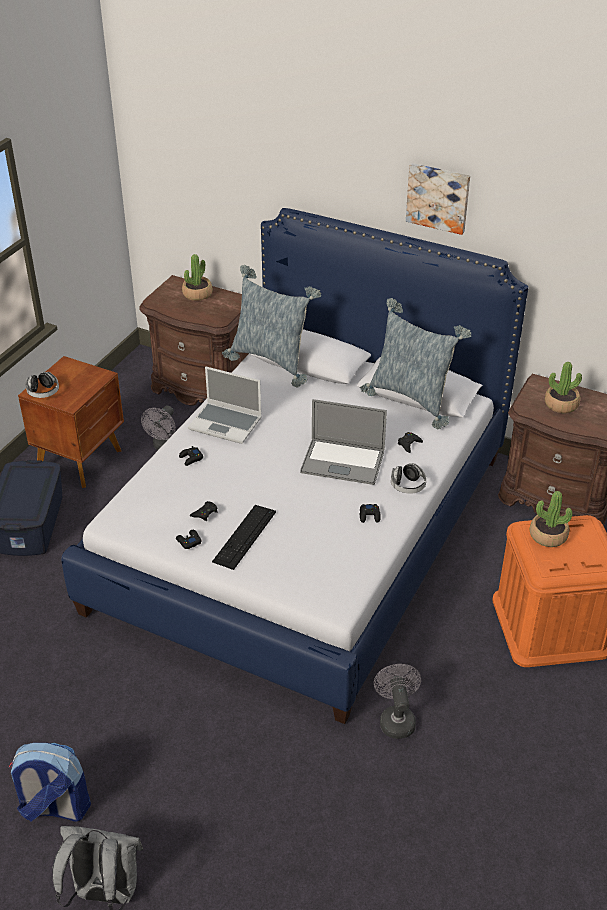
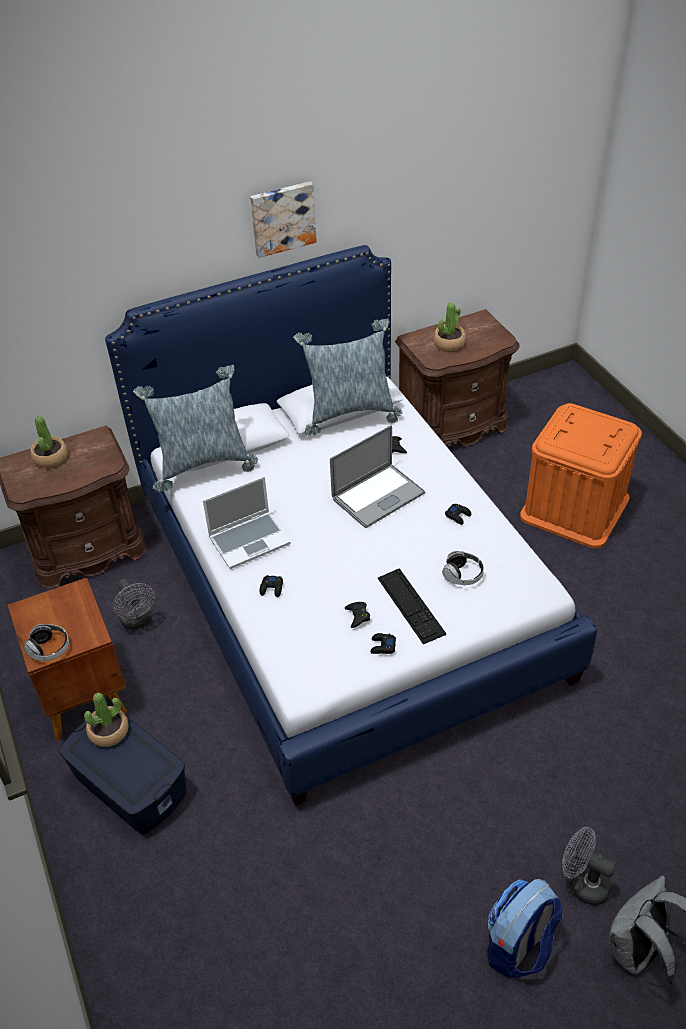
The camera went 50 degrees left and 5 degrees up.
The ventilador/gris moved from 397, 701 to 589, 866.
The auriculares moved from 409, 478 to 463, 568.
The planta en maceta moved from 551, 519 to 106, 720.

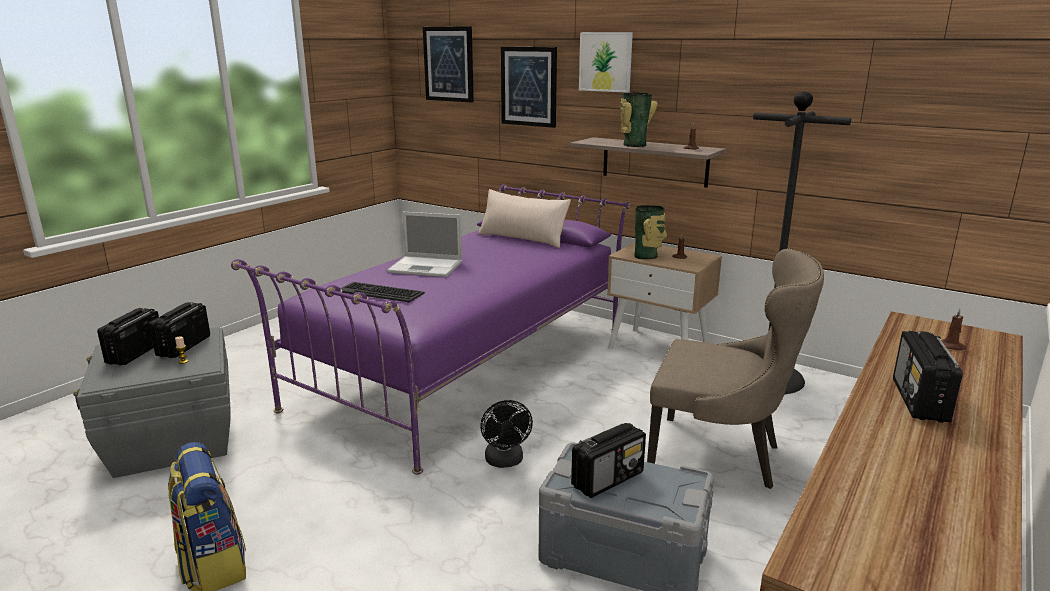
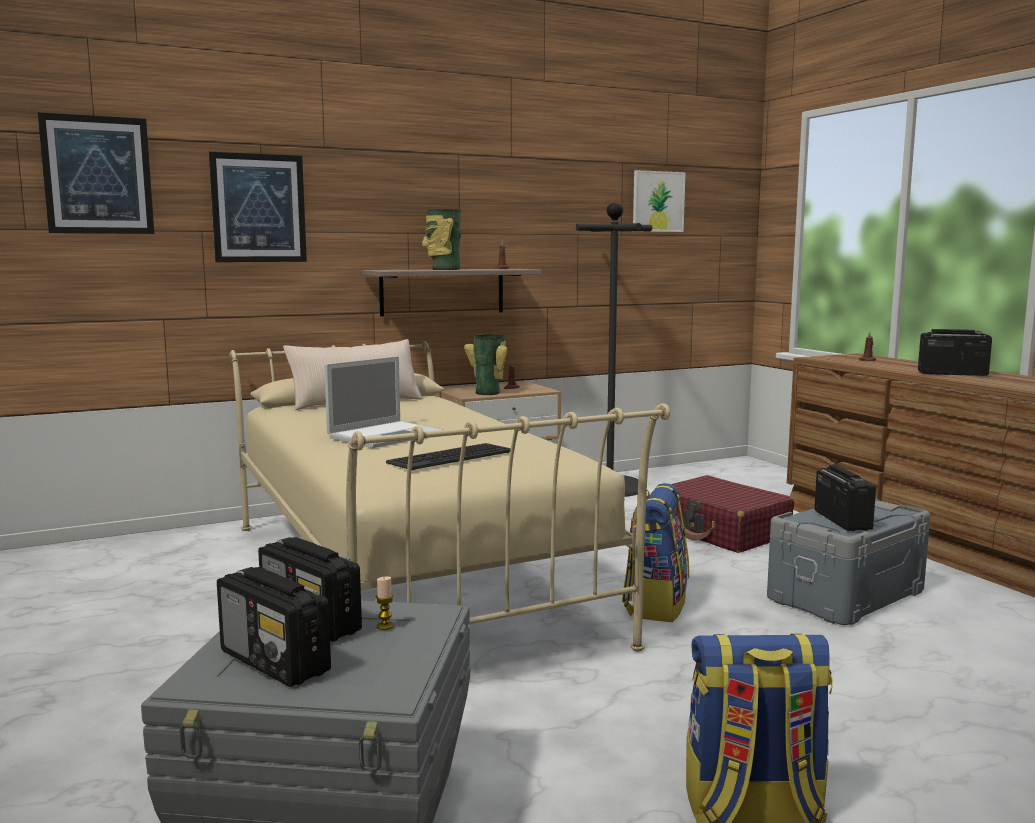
The camera went 60 degrees left and 10 degrees down.
The cuadro moved from 606, 62 to 659, 201.
The ventilador/negro at 506, 434 was replaced by the mochila at 655, 552.
The silla/beis at 735, 368 was replaced by the maleta/rojo at 732, 514.
The cama/morado at 431, 329 became the cama/beis at 449, 496.
The radio at 928, 377 turned 150 degrees clockwise.

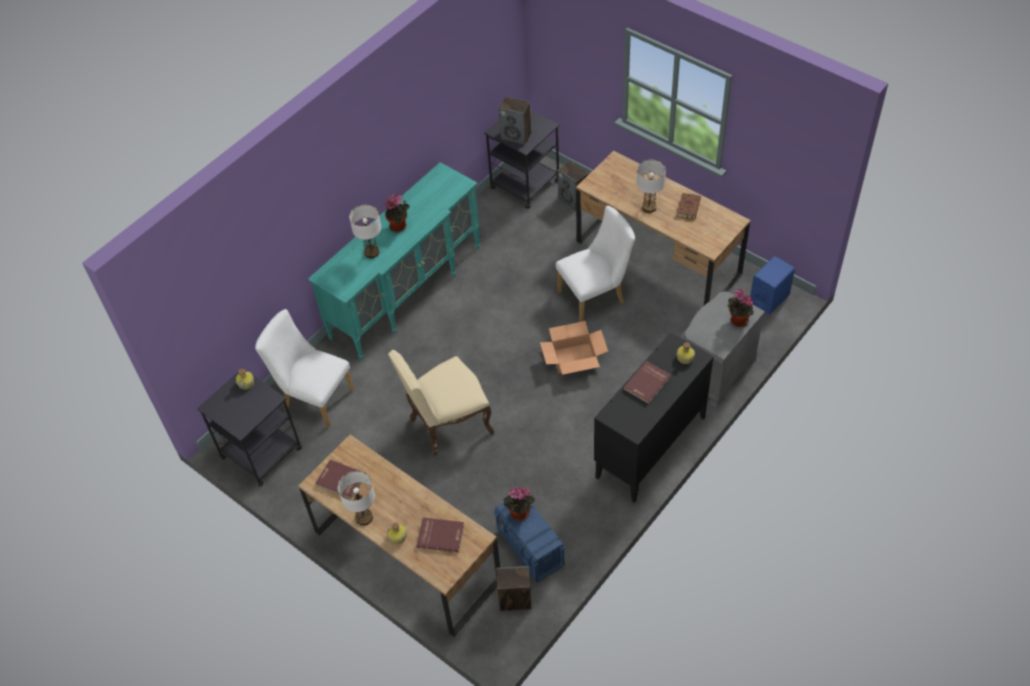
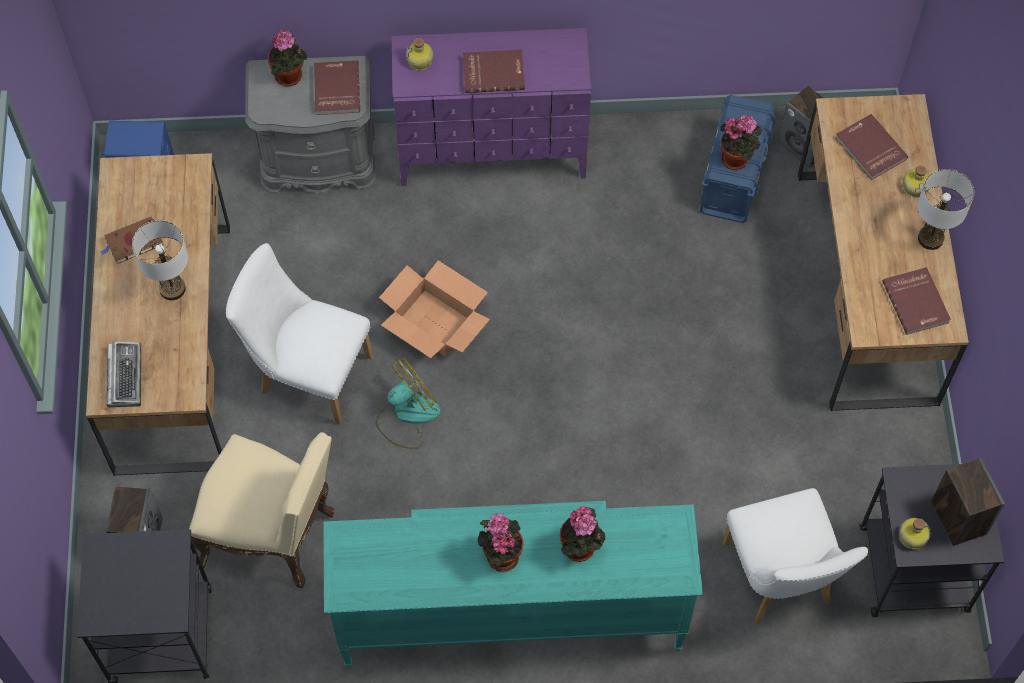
The camera went 135 degrees left and 10 degrees up.
The teclado at 123, 375 appeared.
The libro/rojo at 337, 87 appeared.
The ventilador at 408, 403 appeared.
The silla/beis moved from 441, 403 to 262, 510.
The altavoz moved from 515, 120 to 968, 501.
The lámpara de mesa at 365, 231 was replaced by the planta en maceta at 582, 534.
The cómoda/negro at 654, 418 became the cómoda/morado at 491, 107.

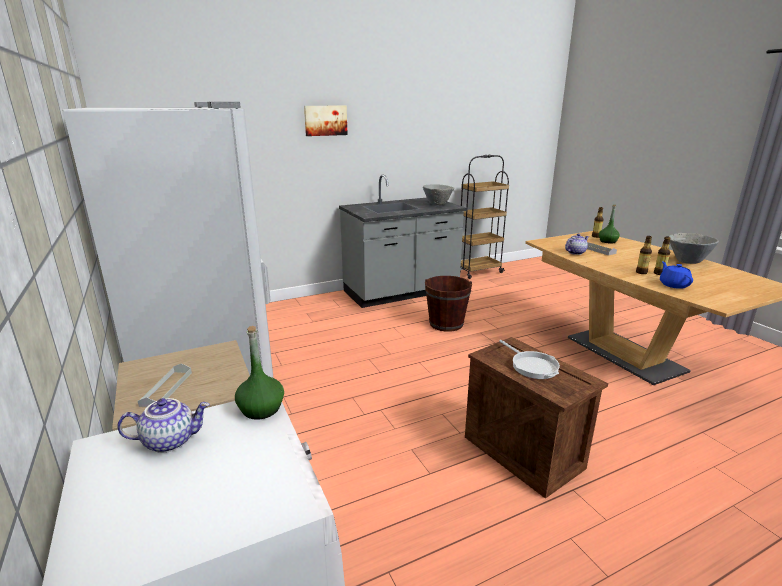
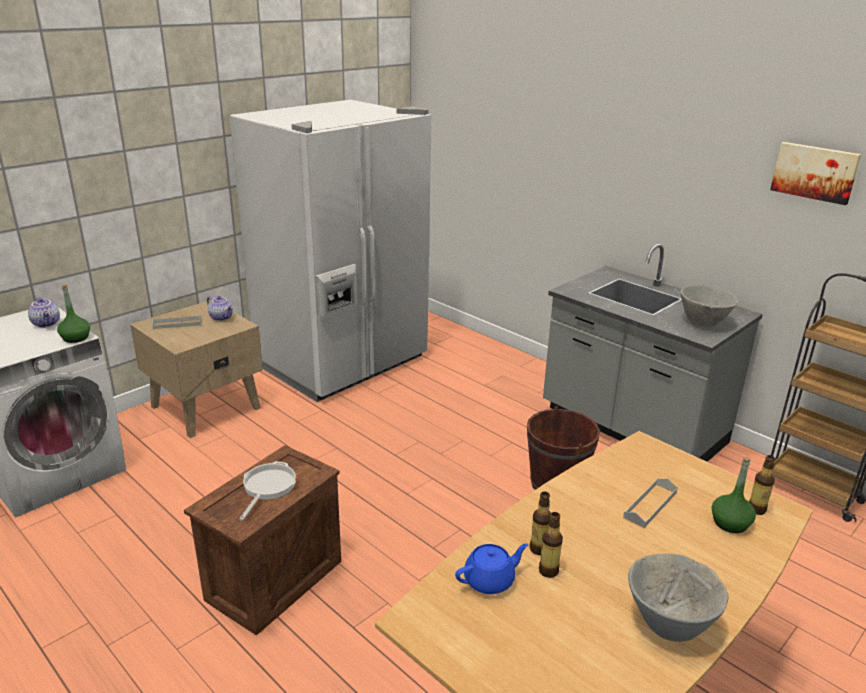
The camera went 70 degrees right and 5 degrees up.
The cuadro moved from 326, 121 to 815, 173.
The tetera moved from 577, 244 to 220, 308.
The sartén at 529, 359 turned 150 degrees clockwise.

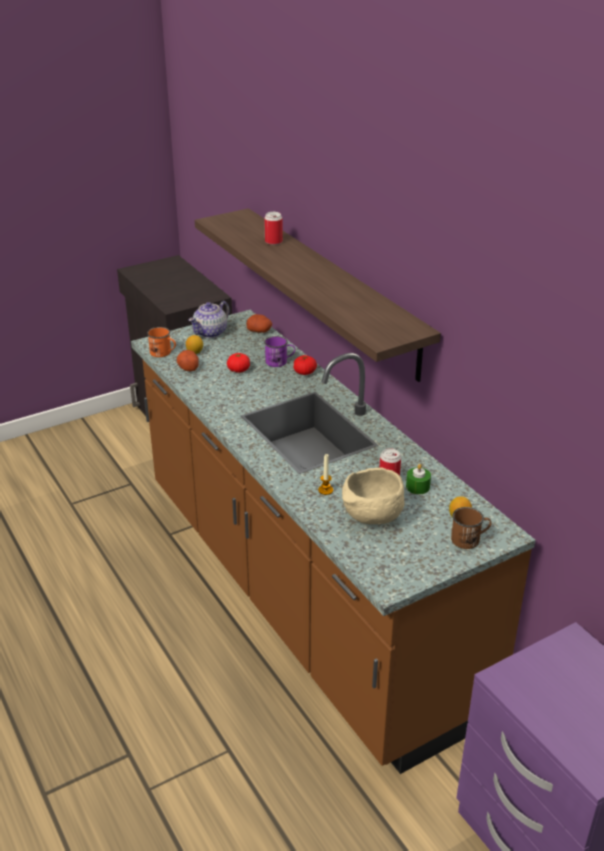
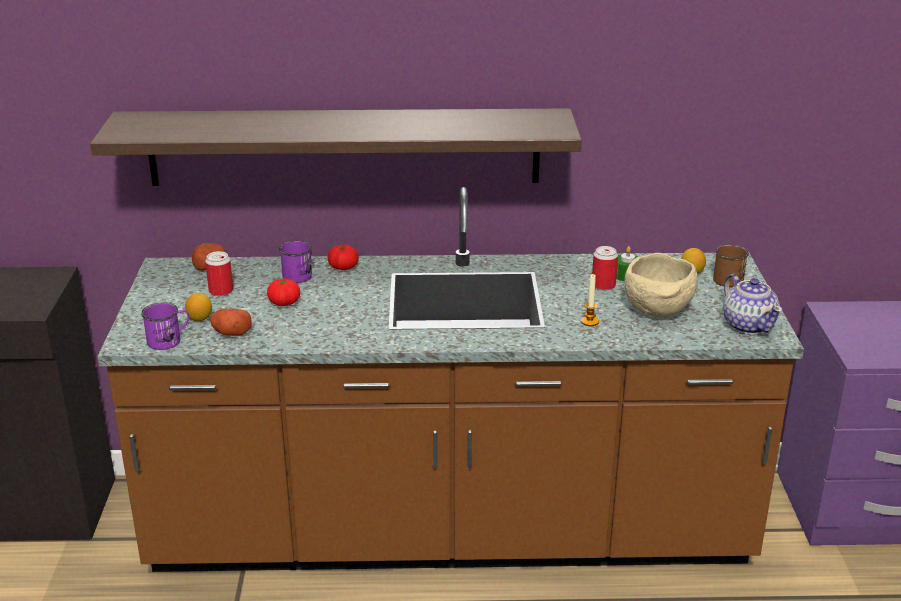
The camera went 60 degrees left and 5 degrees down.
The tetera moved from 209, 319 to 753, 304.
The lata moved from 273, 228 to 219, 273.
The taza grande/naranja at 161, 342 became the taza grande/morado at 165, 326.

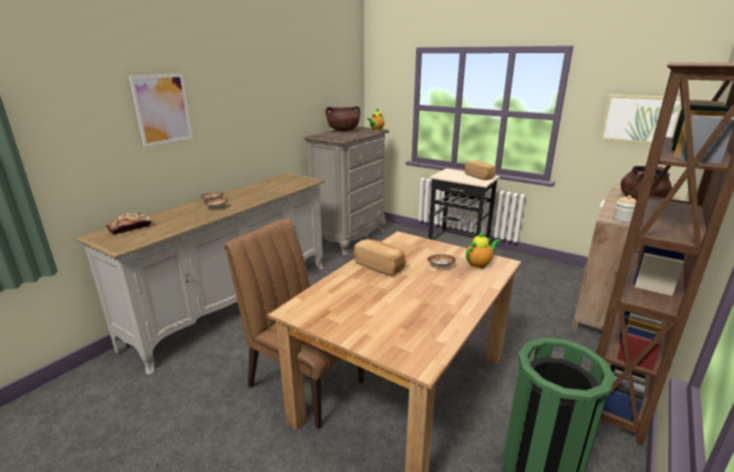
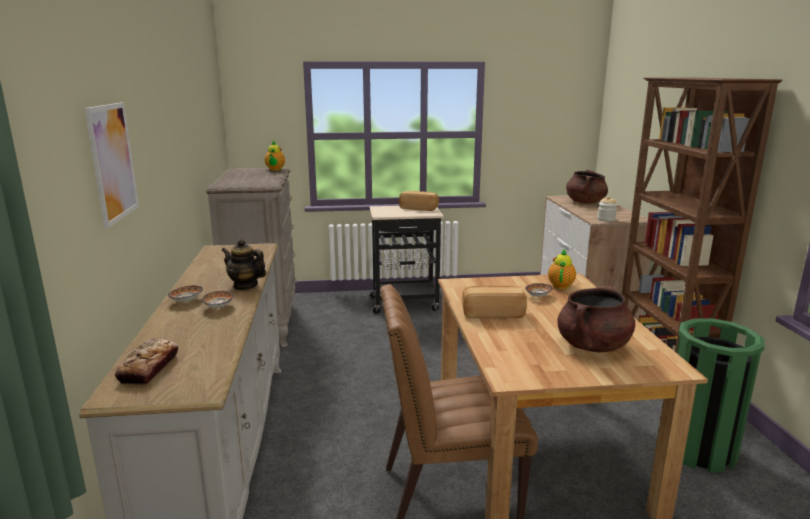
The camera went 40 degrees left and 5 degrees down.
The cuadro at 640, 119 disappeared.
The tetera at 243, 264 appeared.
The olla/marrón moved from 342, 118 to 596, 319.

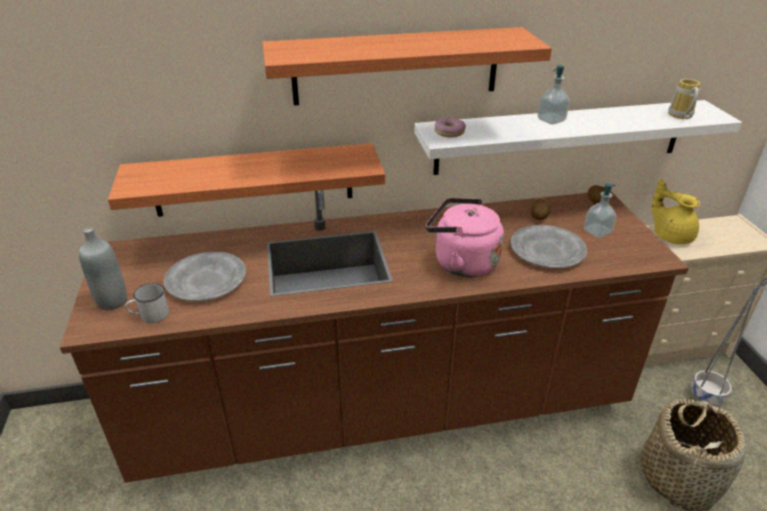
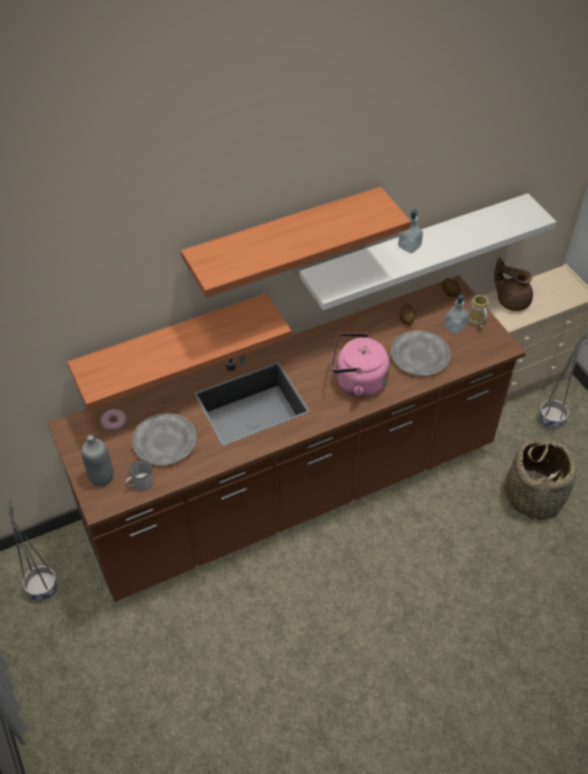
The camera went 15 degrees left and 15 degrees up.
The maceta/gris at 31, 550 appeared.
The rosquilla moved from 450, 128 to 113, 420.
The taza grande moved from 684, 99 to 478, 311.
The tetera/amarillo at 676, 211 became the tetera/marrón at 513, 284.

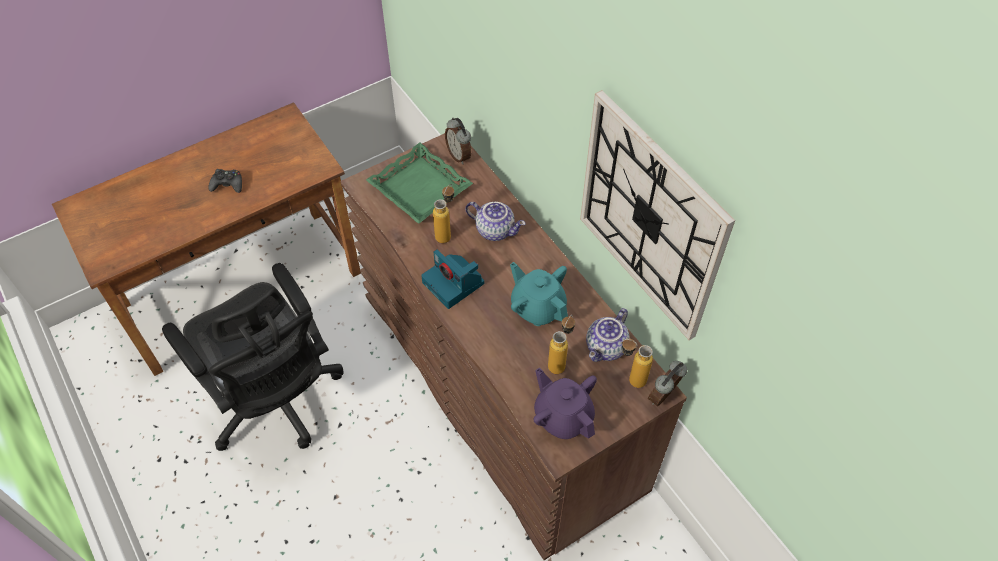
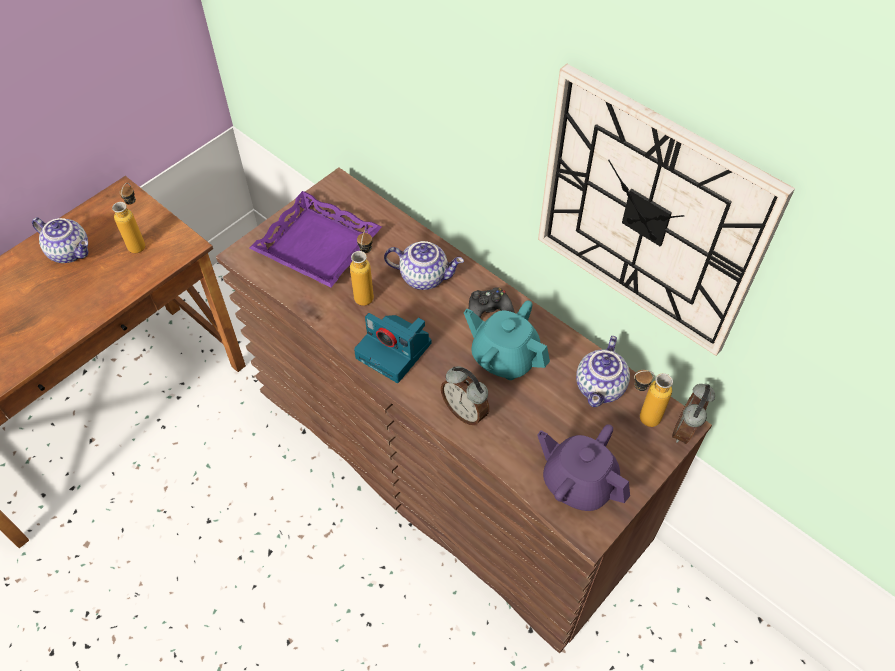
The camera went 15 degrees left and 0 degrees up.
The silla de oficina at 253, 357 disappeared.
The tetera at 60, 240 appeared.
The mando de consola/negro moved from 225, 181 to 492, 302.
The despertador moved from 458, 141 to 465, 395.
The botella moved from 561, 344 to 128, 218.
The bandeja/verde at 419, 183 became the bandeja/morado at 315, 239.

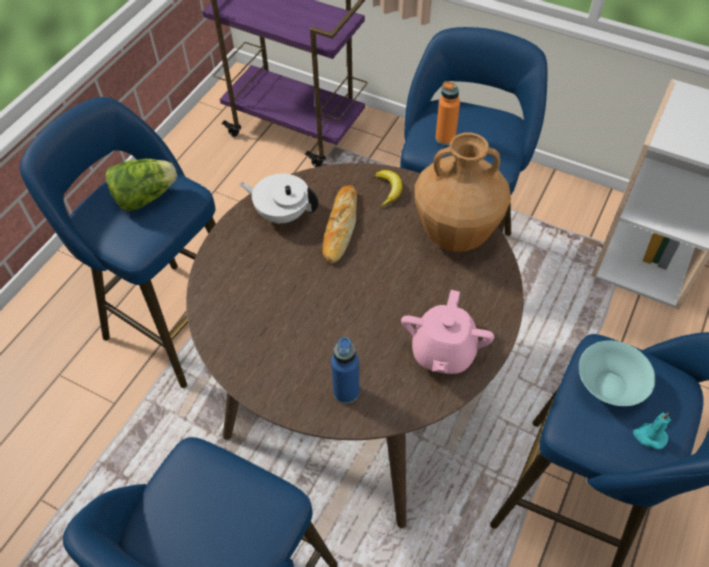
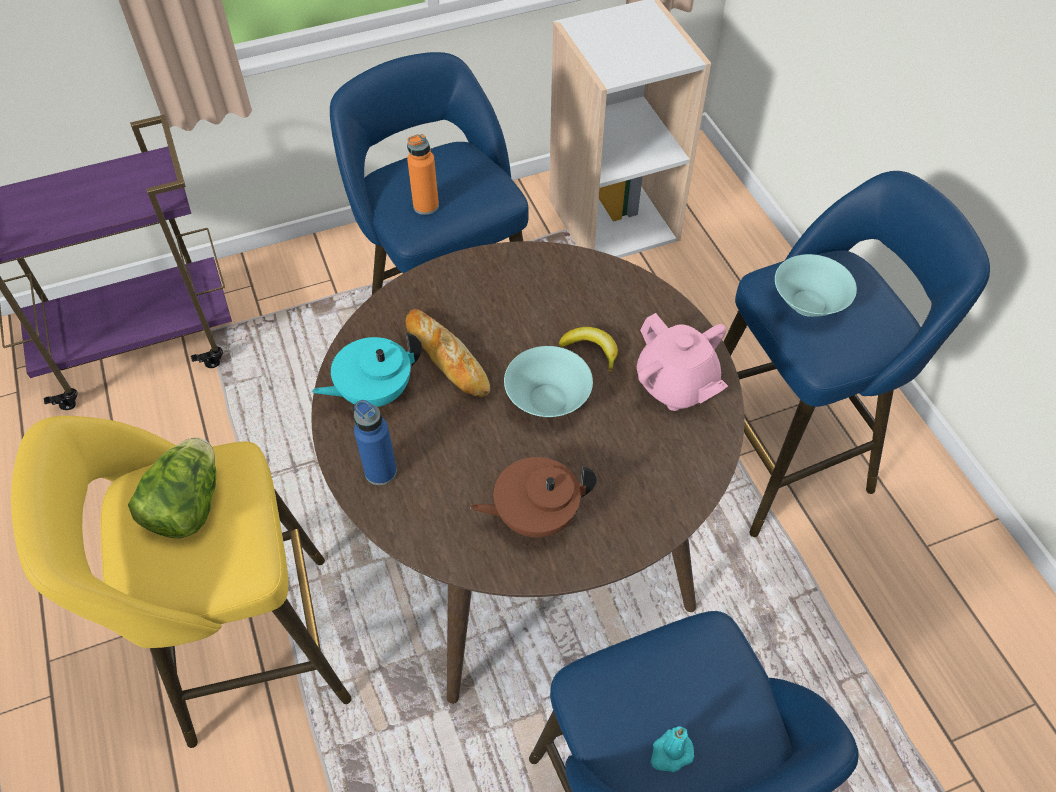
The camera went 50 degrees left and 0 degrees up.
The florero/marrón at 462, 192 disappeared.
The tetera/marrón at 533, 497 appeared.
The cuenco/turquesa at 548, 381 appeared.
The botella/azul moved from 345, 370 to 375, 442.
The plátano moved from 388, 188 to 588, 349.
The vela/turquesa moved from 652, 430 to 672, 749.
The taburete/azul at 118, 242 became the taburete/amarillo at 181, 582.
The tetera/blanco at 279, 199 became the tetera/turquesa at 367, 370.

